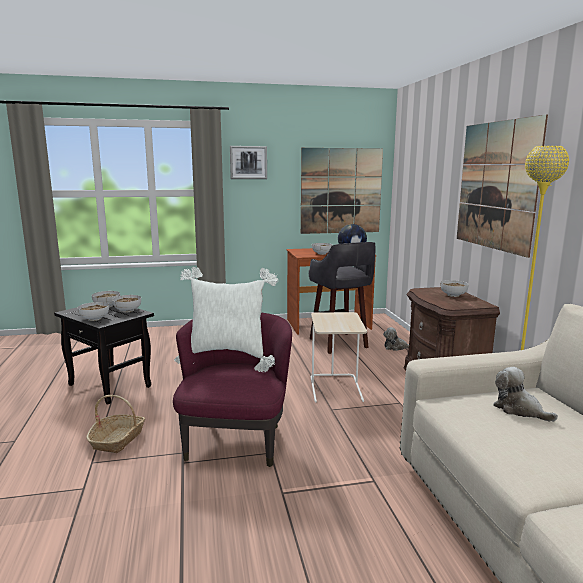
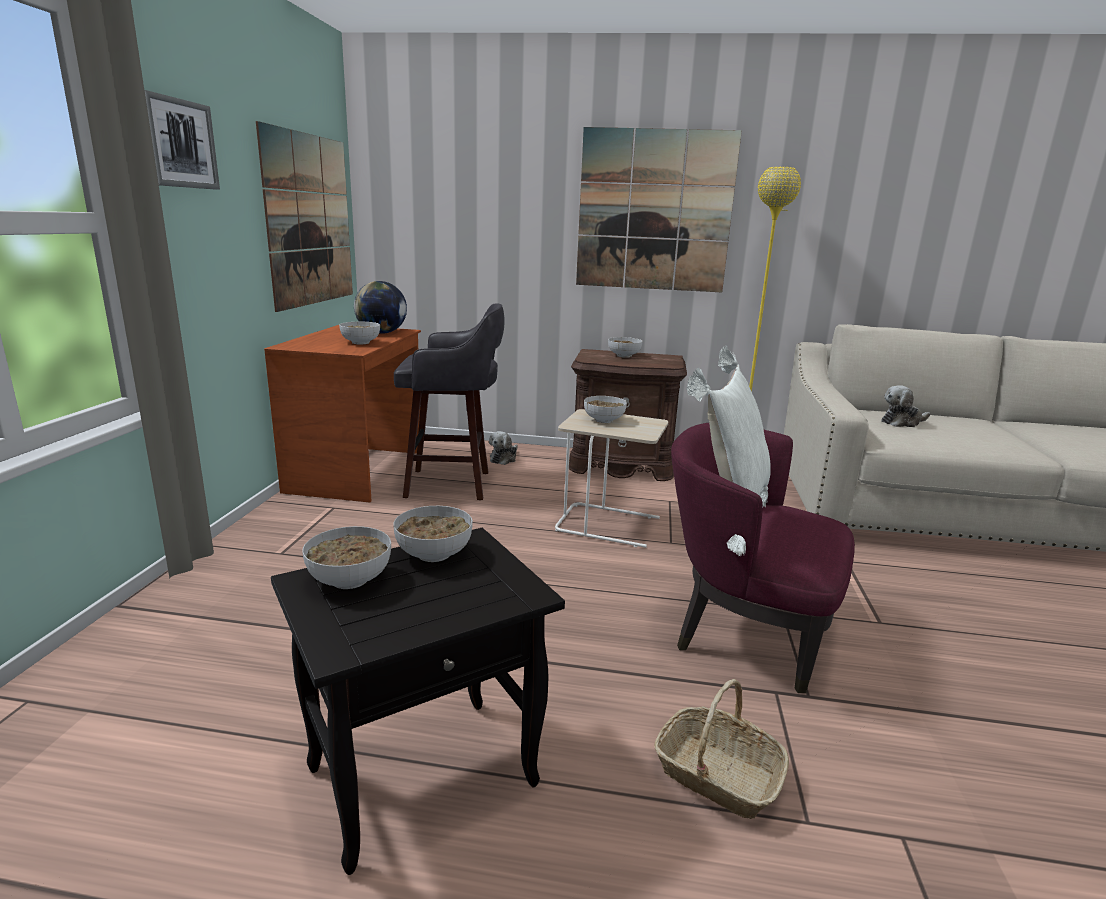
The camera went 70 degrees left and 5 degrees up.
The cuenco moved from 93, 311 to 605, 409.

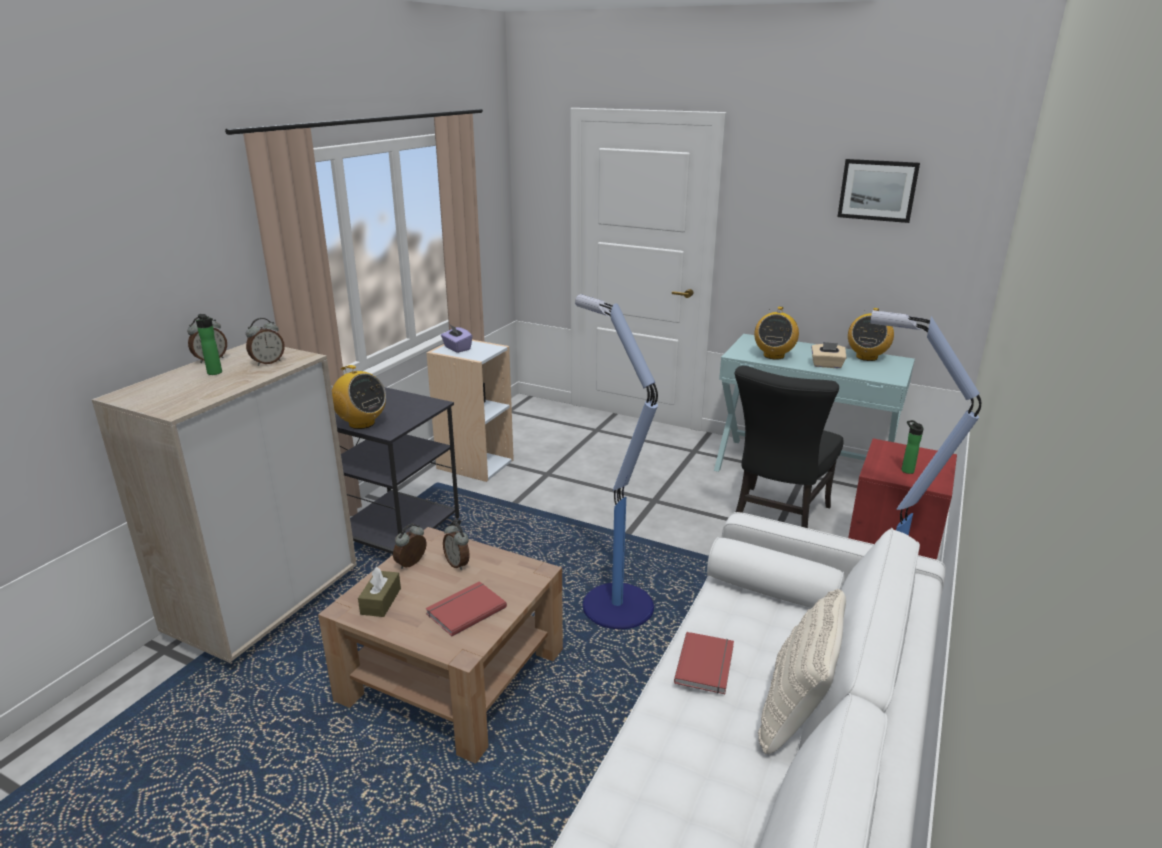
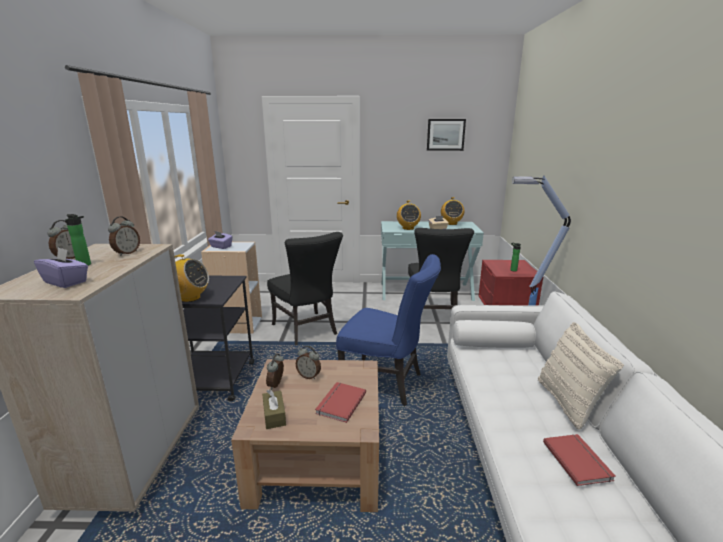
The camera went 25 degrees left and 5 degrees down.
The caja de pañuelos/morado at 61, 267 appeared.
The silla/negro at 305, 288 appeared.
The libro/rojo moved from 704, 663 to 579, 460.
The lámpara de pie at 616, 461 was replaced by the silla/azul at 388, 330.

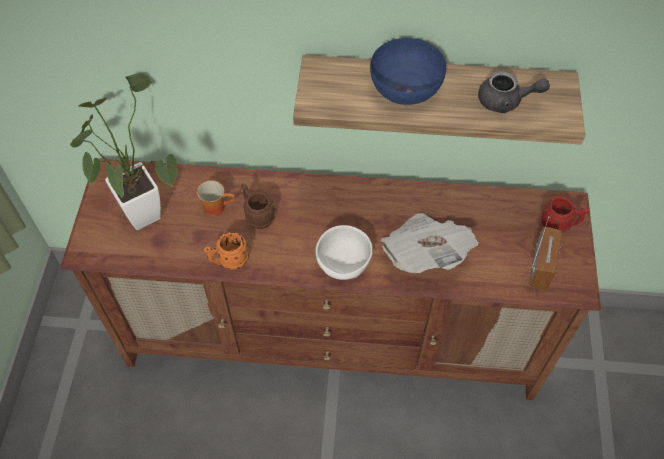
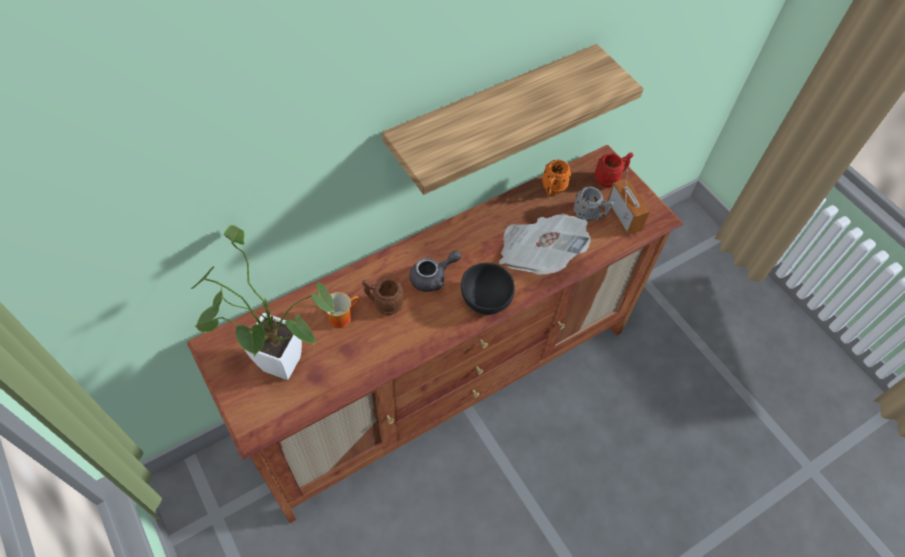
The camera went 40 degrees left and 0 degrees up.
The cuenco/azul at 408, 71 disappeared.
The taza grande/gris at 593, 204 appeared.
The taza grande/naranja moved from 226, 251 to 556, 178.
The tetera/gris moved from 514, 92 to 435, 271.
The cuenco/blanco at 344, 252 became the cuenco/negro at 488, 289.

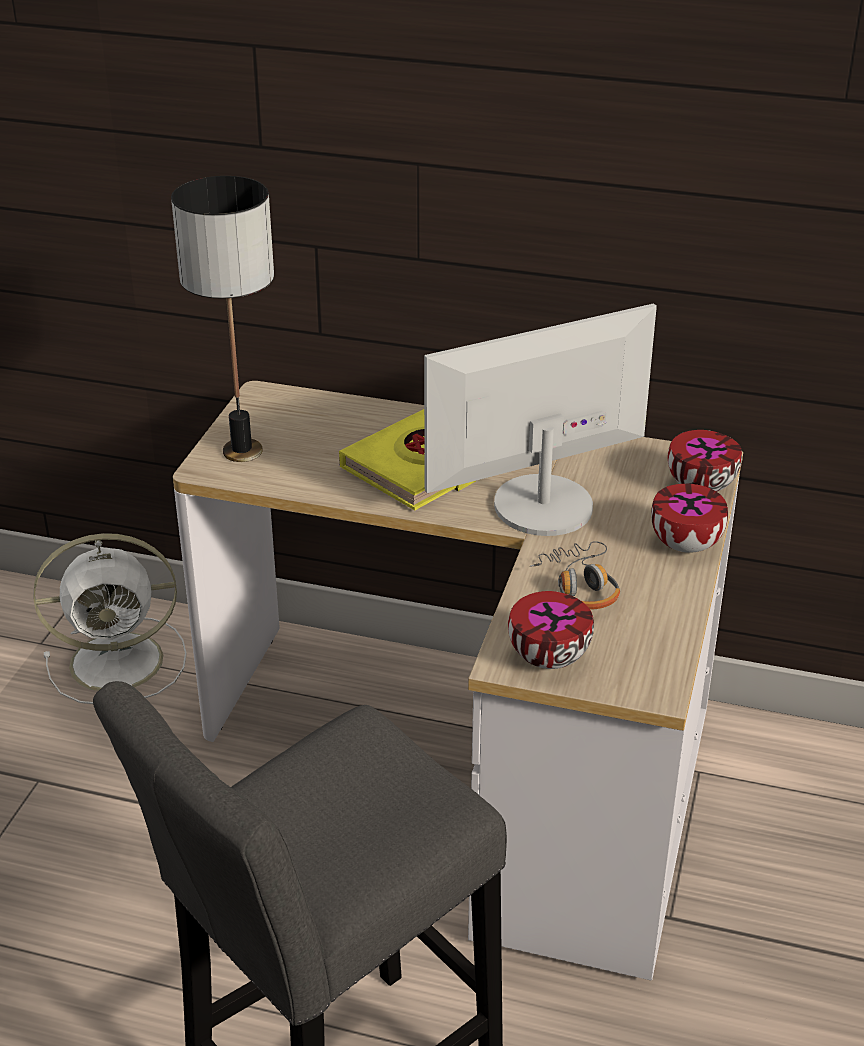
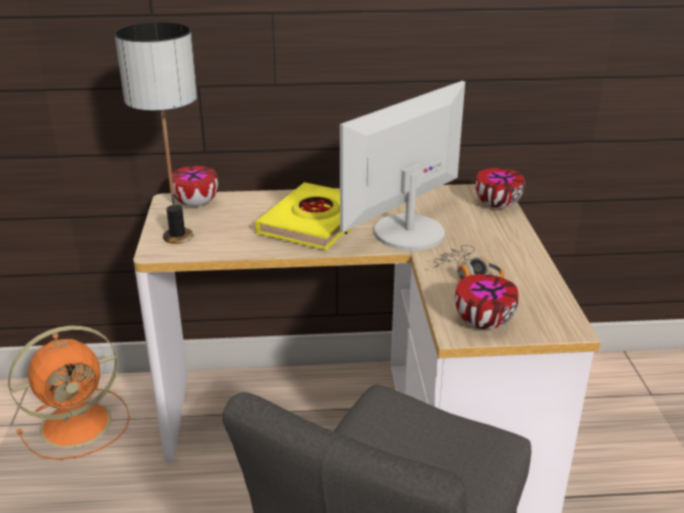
The camera went 20 degrees left and 5 degrees down.
The cuenco moved from 689, 518 to 195, 186.
The ventilador/blanco at 110, 618 became the ventilador/naranja at 69, 393.

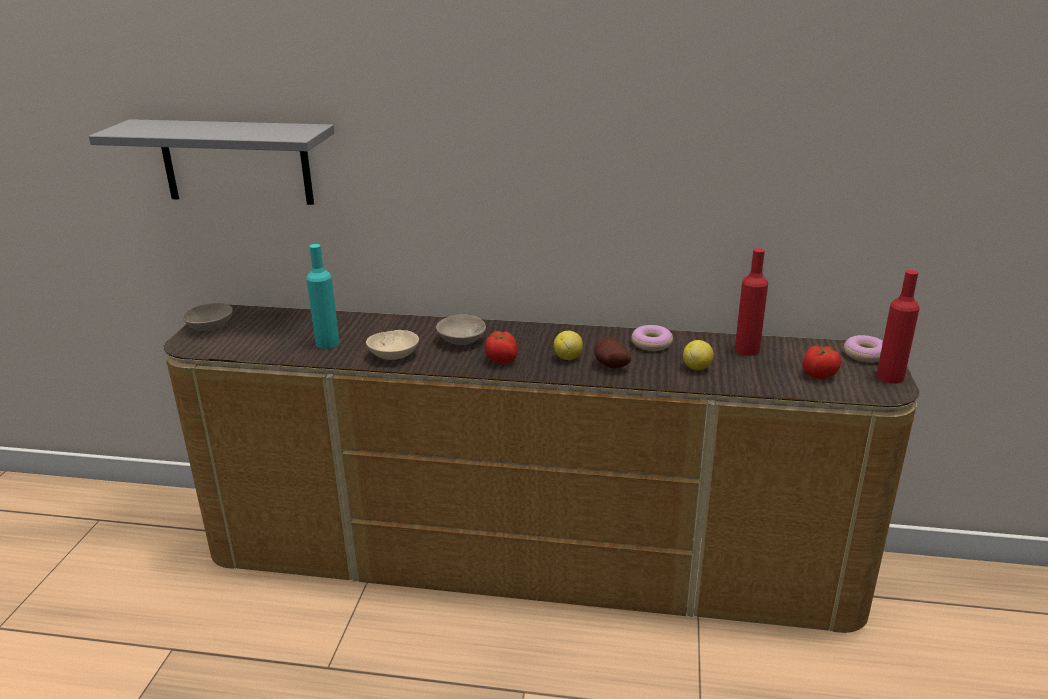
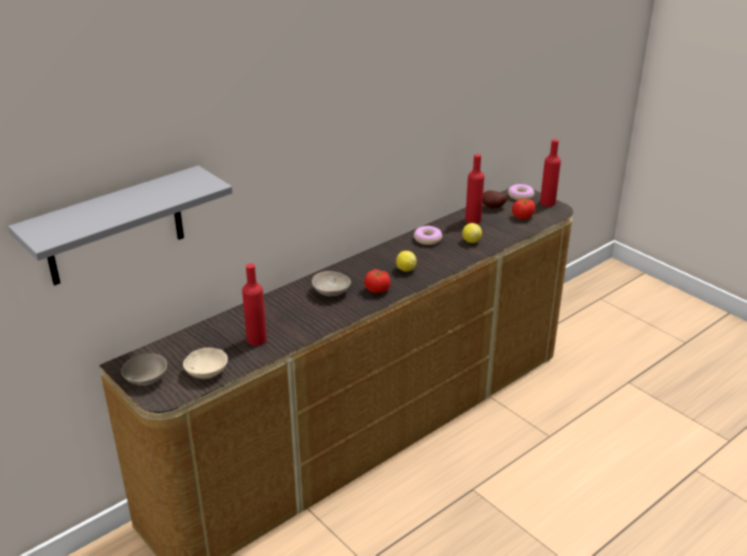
The camera went 50 degrees left and 5 degrees up.
The cuenco/beis moved from 392, 345 to 205, 363.
The patata moved from 612, 353 to 495, 199.
The botella/turquesa at 323, 296 became the botella/rojo at 254, 304.

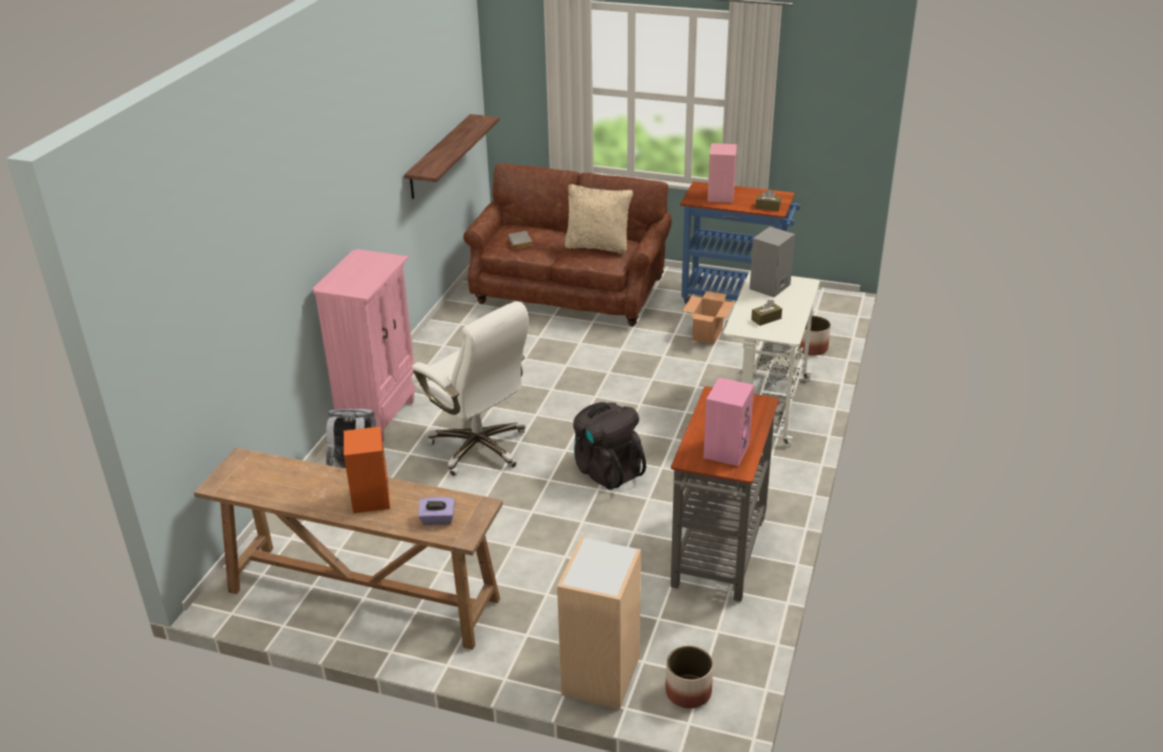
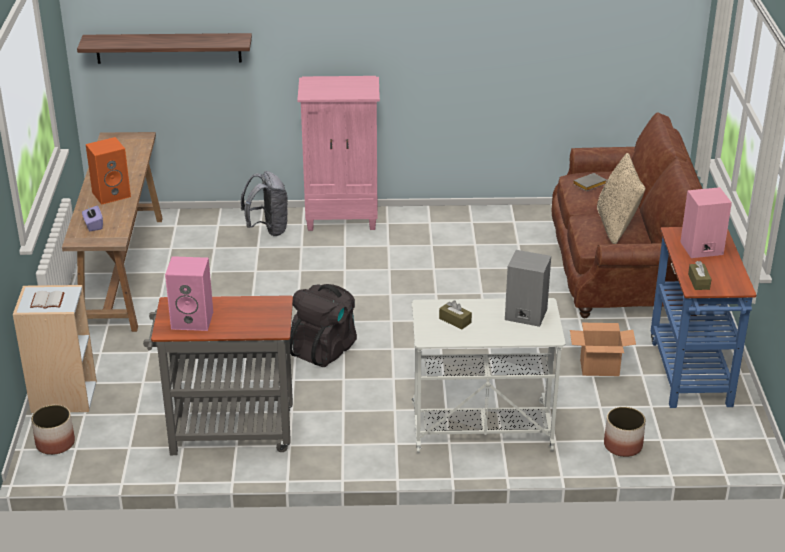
The camera went 70 degrees right and 0 degrees up.
The silla de oficina/blanco at 470, 388 disappeared.
The libro/blanco at 47, 299 appeared.
The estante moved from 452, 156 to 164, 48.

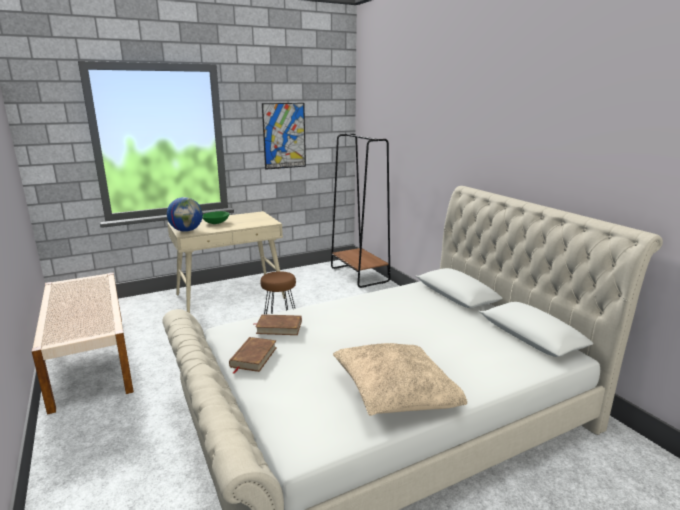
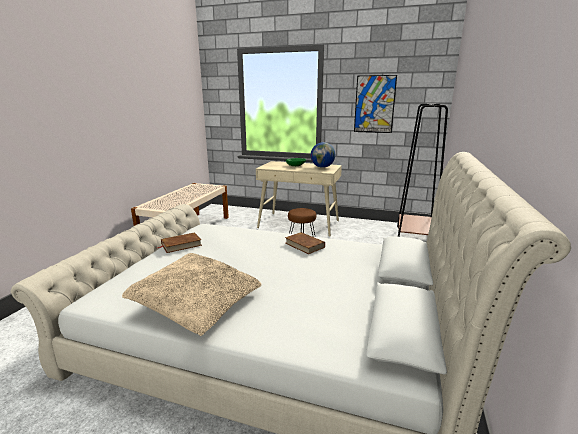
The camera went 45 degrees right and 0 degrees up.
The globo terráqueo moved from 185, 214 to 323, 155.
The libro/marrón moved from 278, 324 to 305, 243.

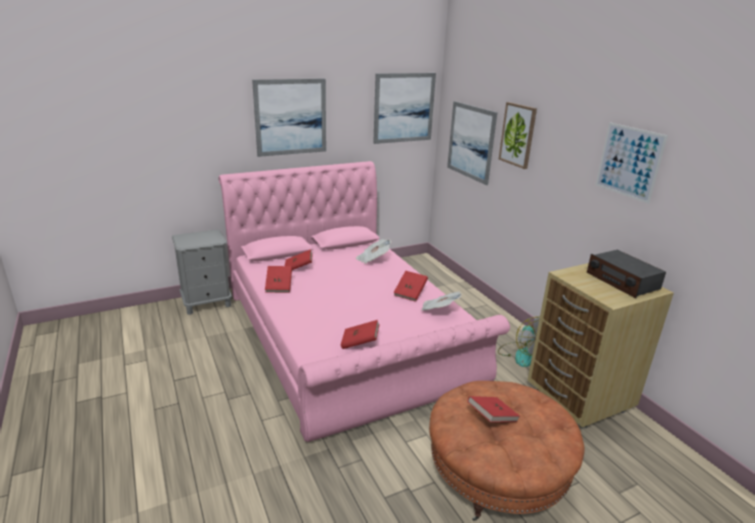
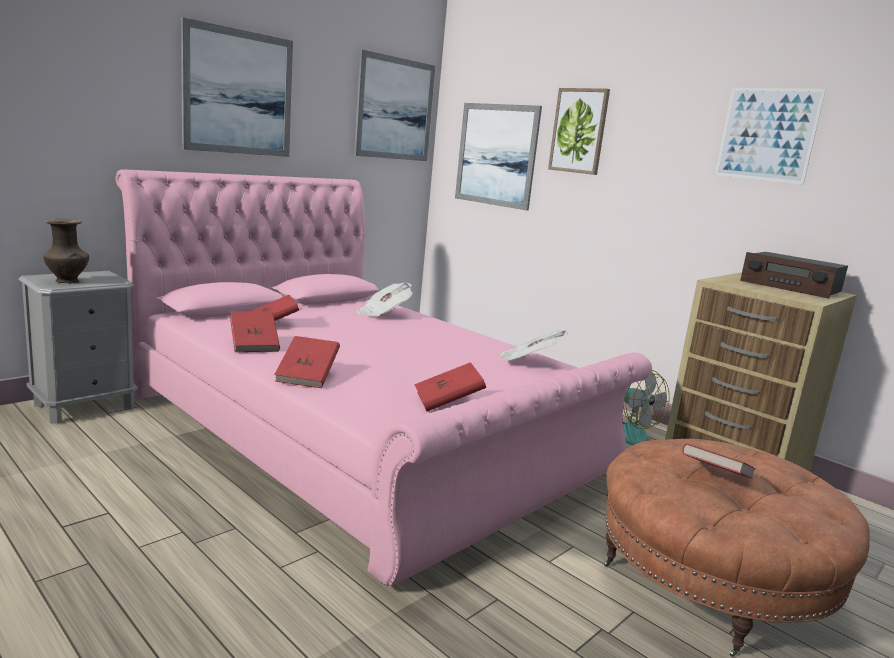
The camera went 20 degrees left and 10 degrees down.
The florero/marrón at 66, 251 appeared.
The libro/rojo moved from 410, 286 to 307, 362.

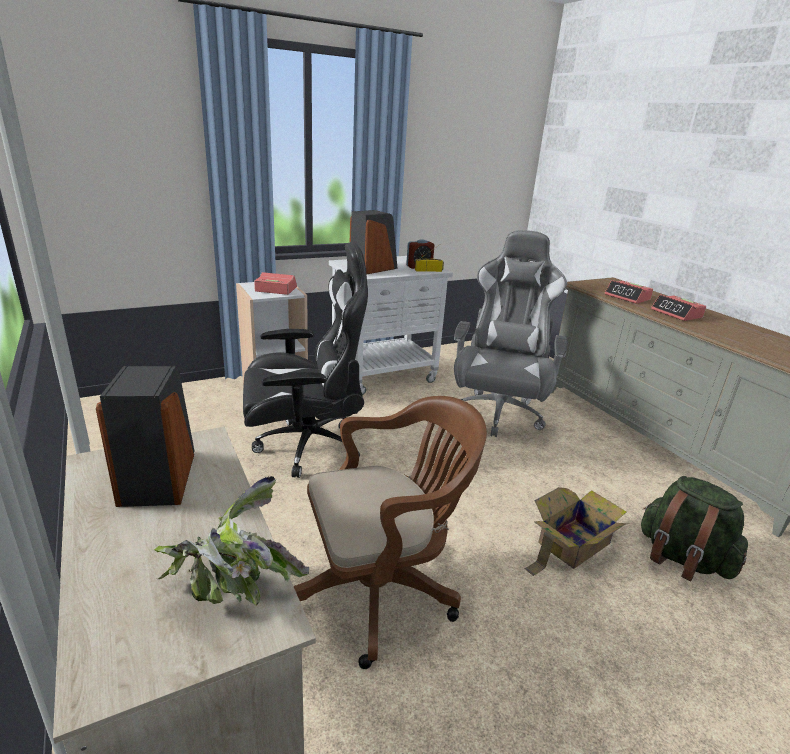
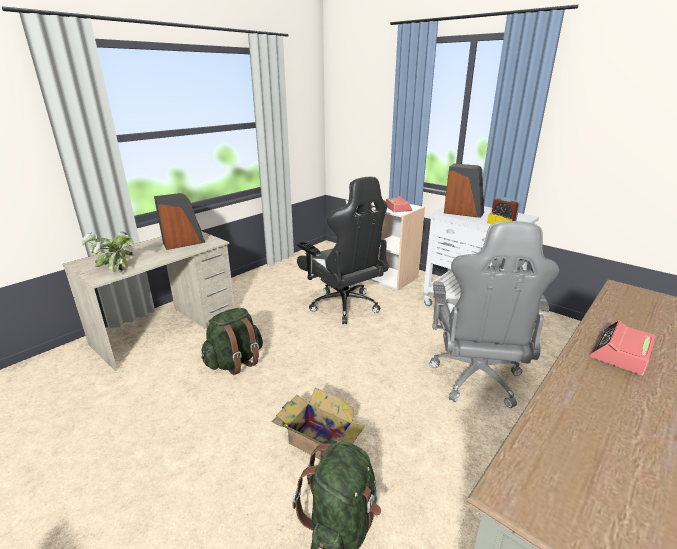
The camera went 70 degrees right and 0 degrees up.
The despertador at 628, 292 disappeared.
The silla de oficina/marrón at 390, 532 was replaced by the mochila/verde at 232, 341.
The silla de oficina/gris at 511, 333 turned 105 degrees clockwise.

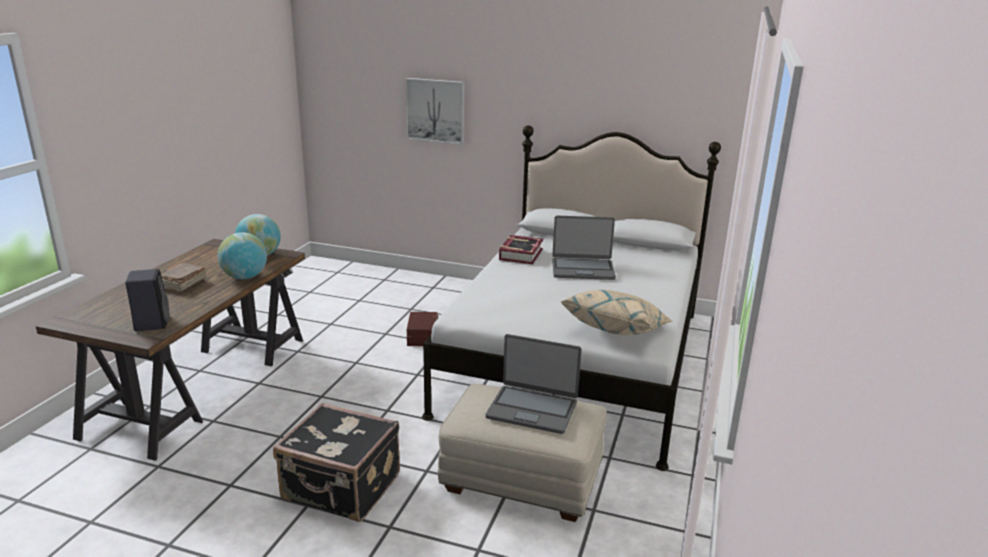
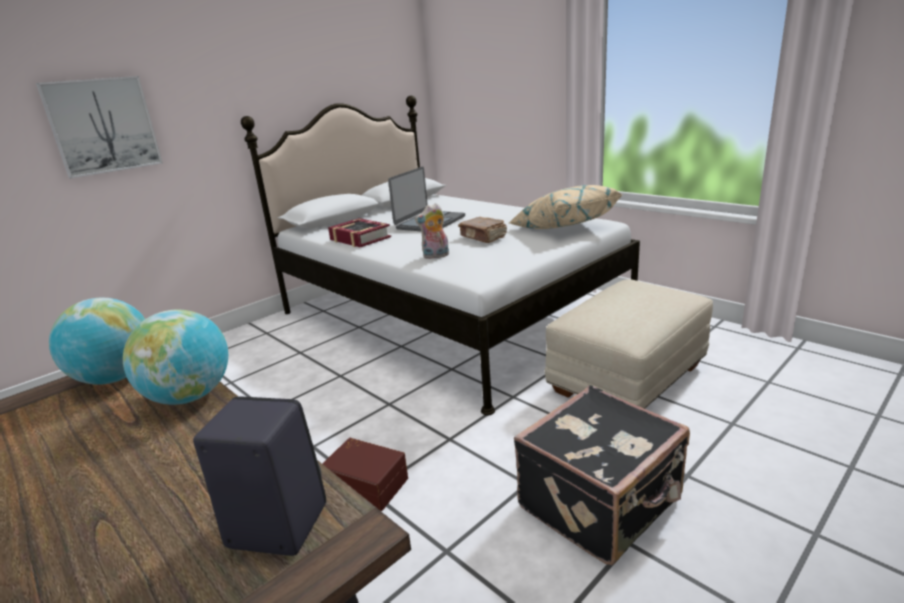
The camera went 60 degrees left and 0 degrees up.
The portátil at 533, 384 disappeared.
The peluche at 432, 231 appeared.
The libro/marrón moved from 183, 278 to 482, 230.
The caja de almacenaje/marrón moved from 422, 329 to 365, 474.

